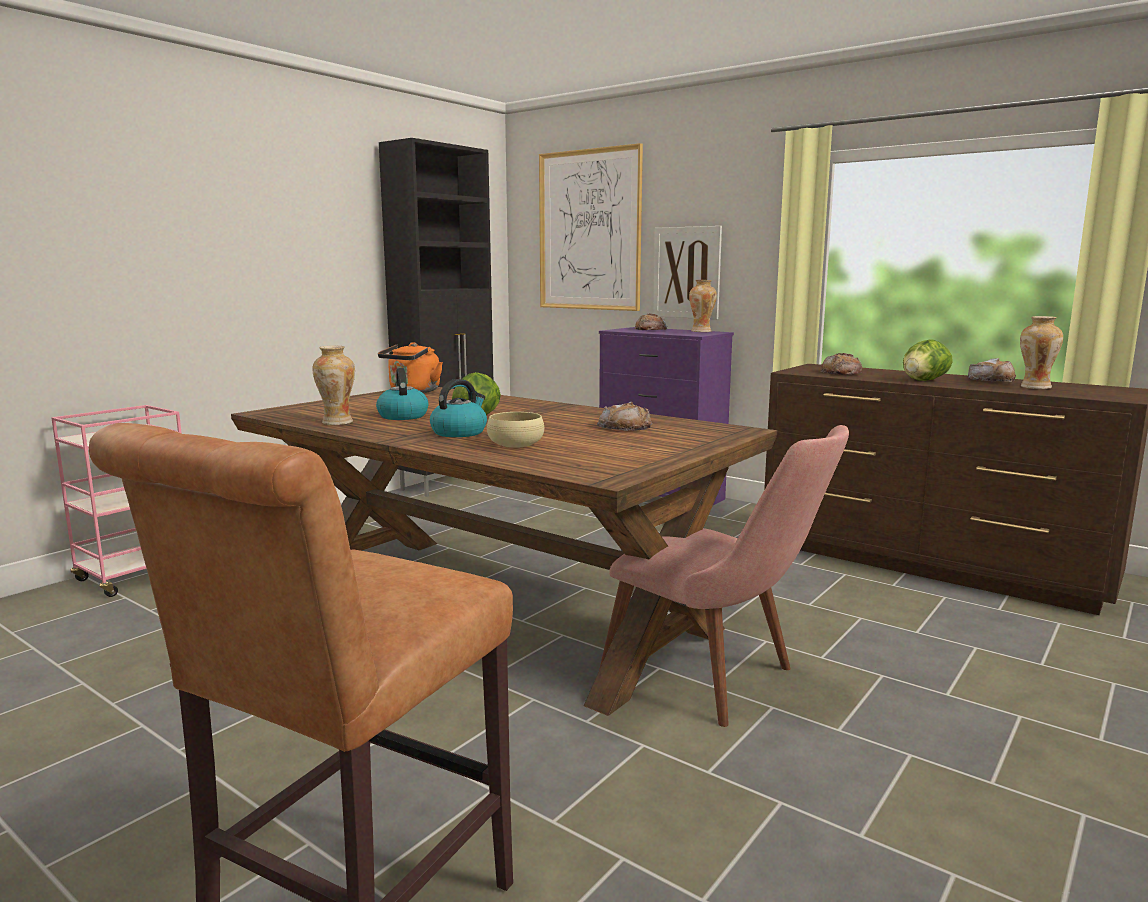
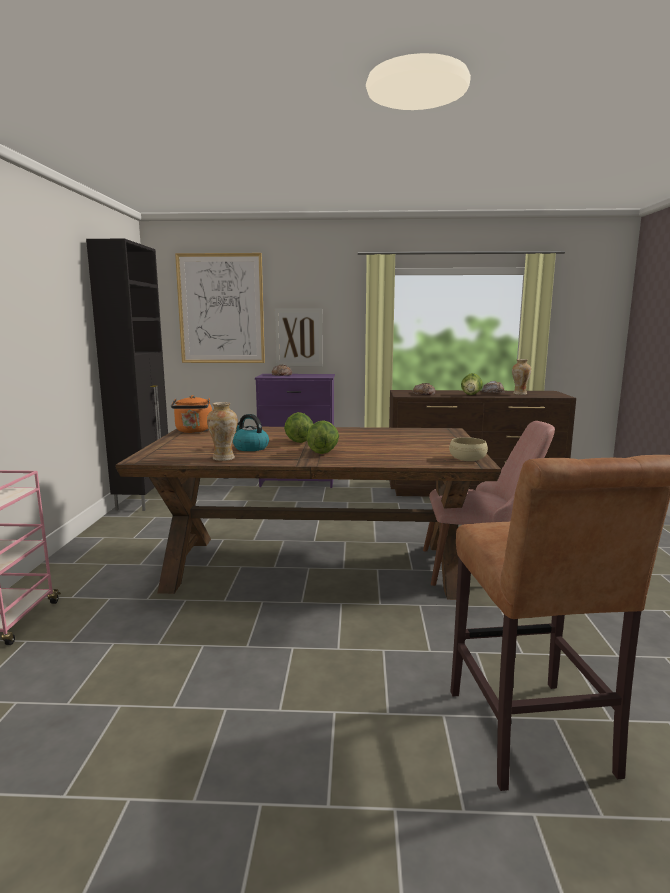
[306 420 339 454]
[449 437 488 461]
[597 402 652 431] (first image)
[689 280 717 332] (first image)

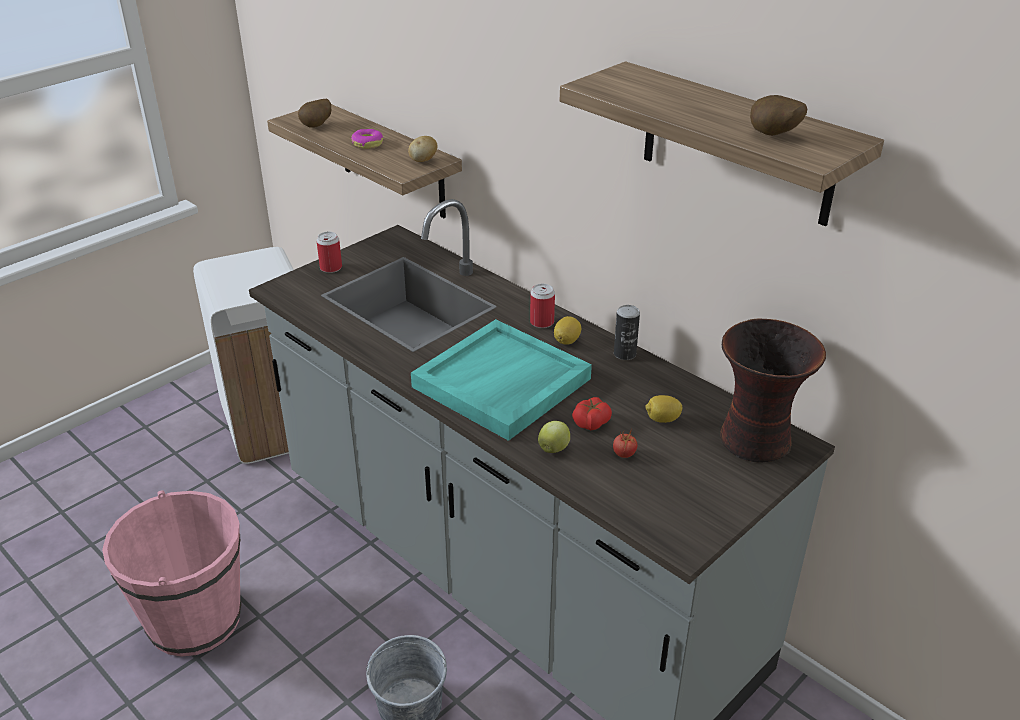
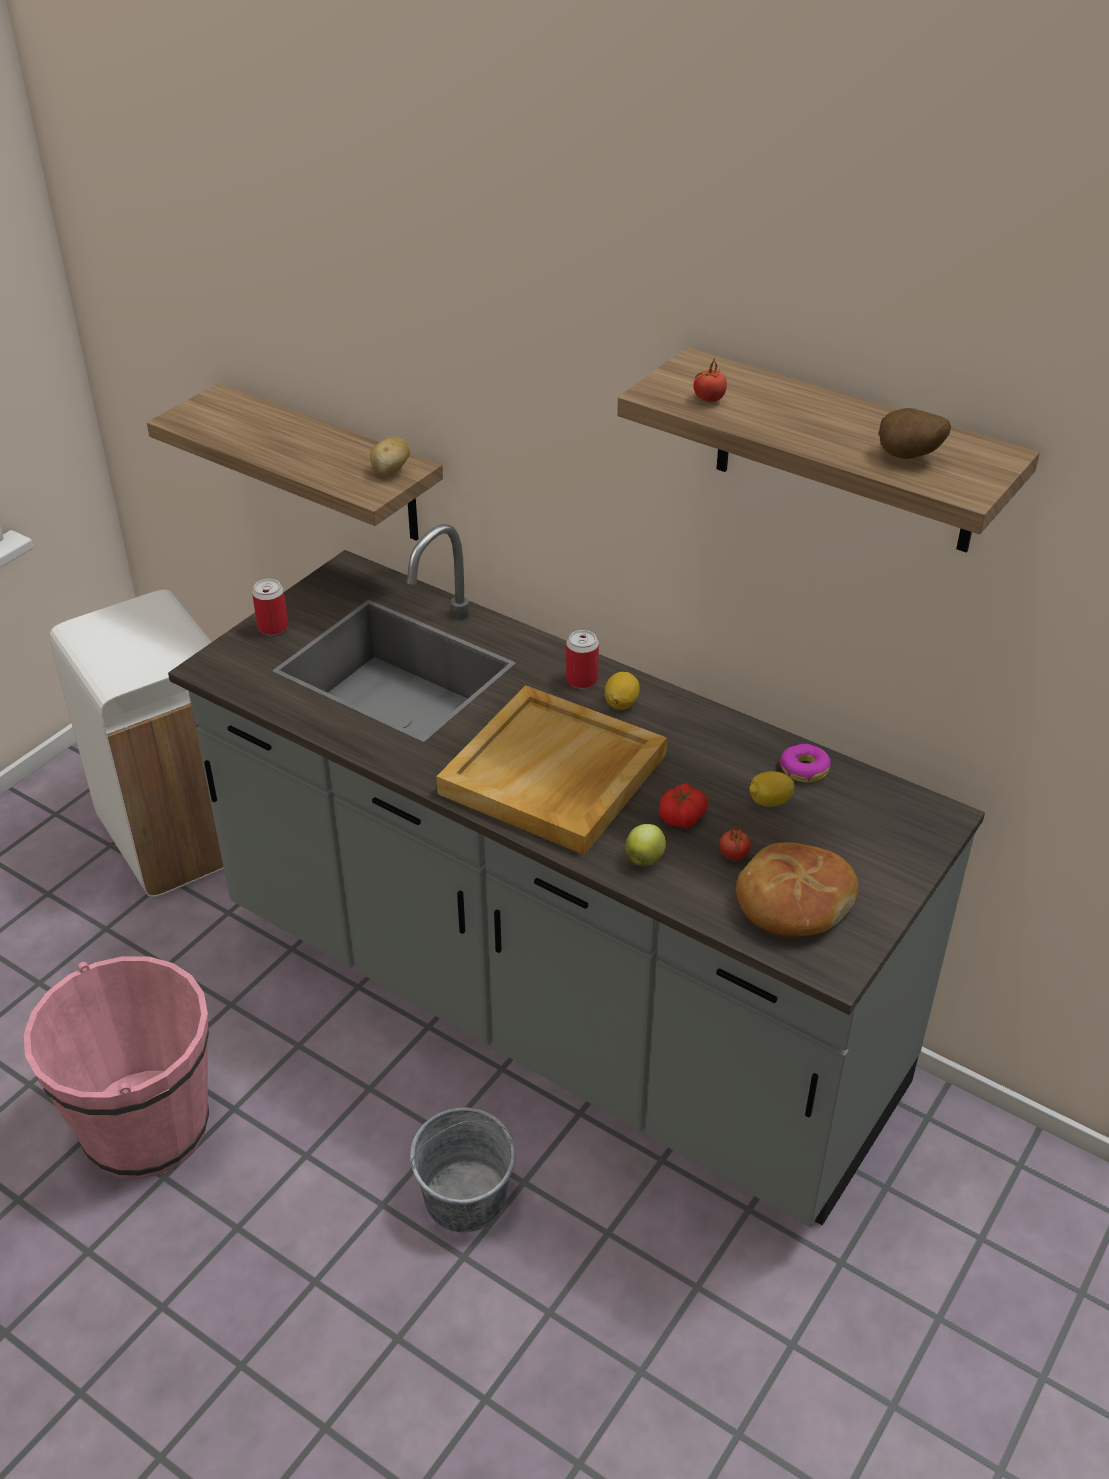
[298 99 331 128] (first image)
[780 744 831 783]
[436 685 667 855]
[614 305 640 360] (first image)
[720 319 826 463] (first image)
[693 358 727 402]
[736 842 858 937]

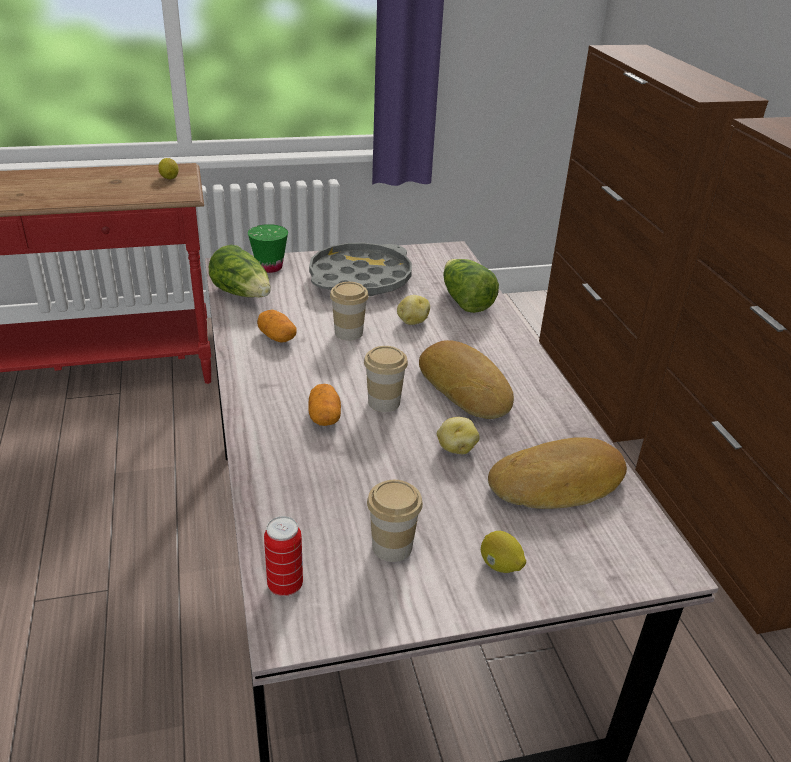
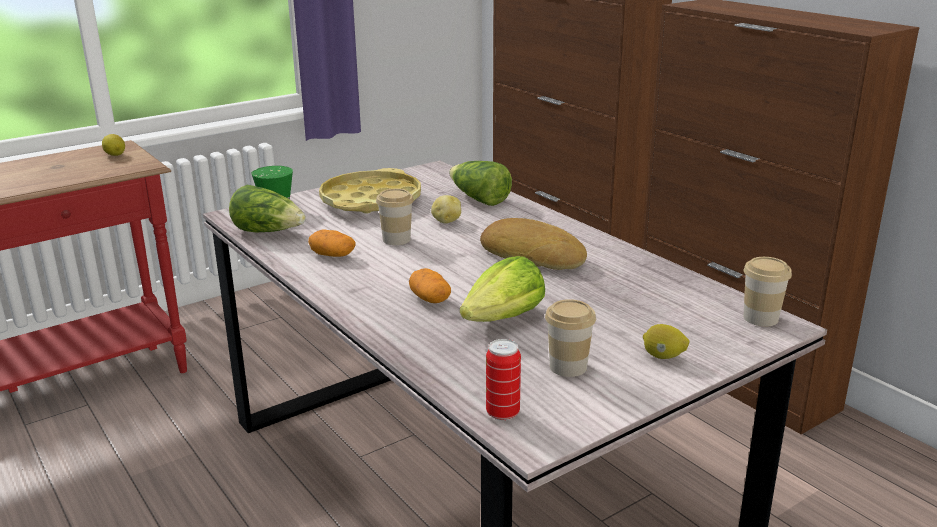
[319 168 421 214]
[743 257 792 326]
[437 417 479 454] (first image)
[488 437 627 509] (first image)
[460 256 545 322]

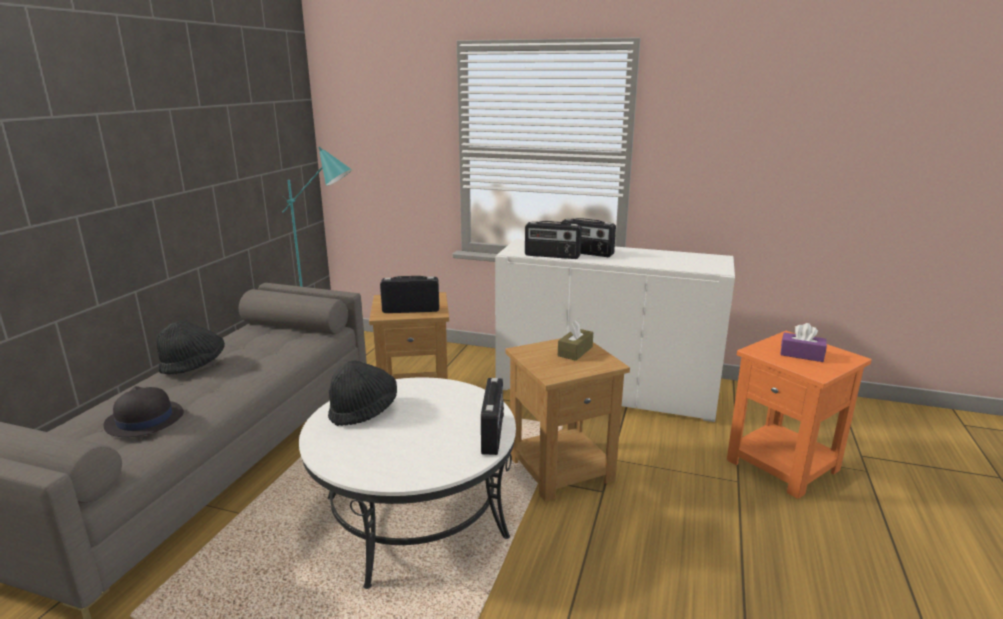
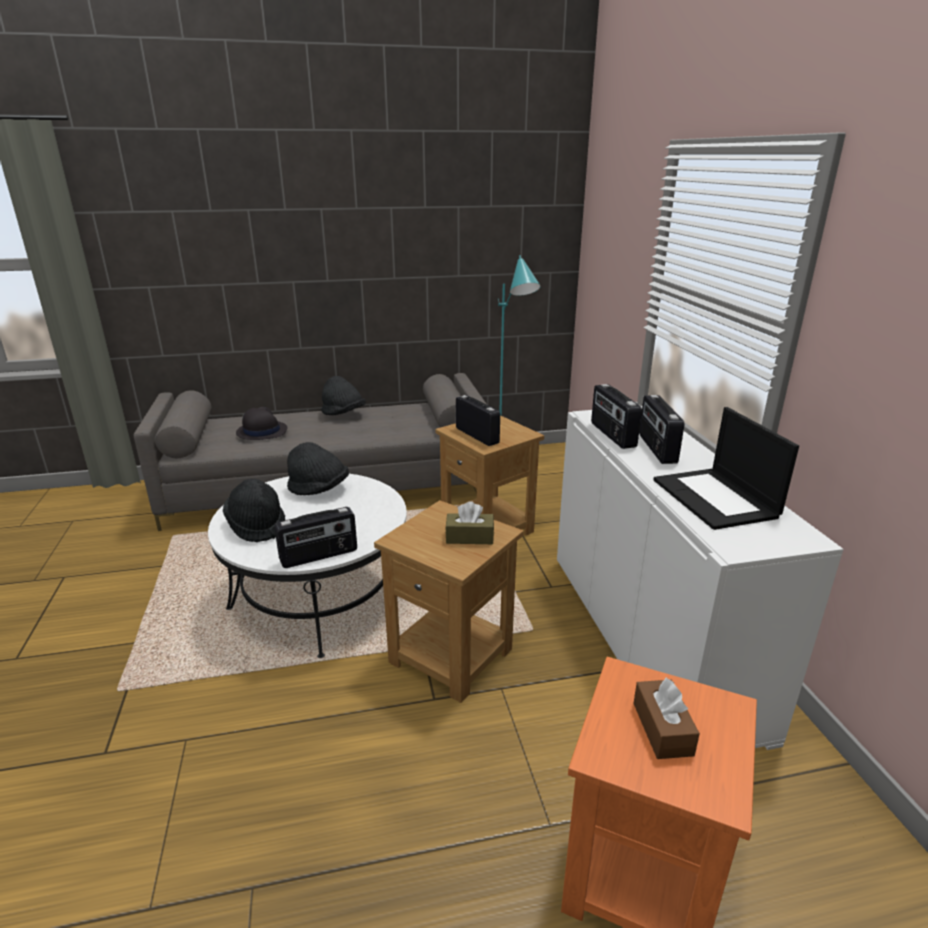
[633 678 700 759]
[223 479 285 542]
[653 407 799 530]

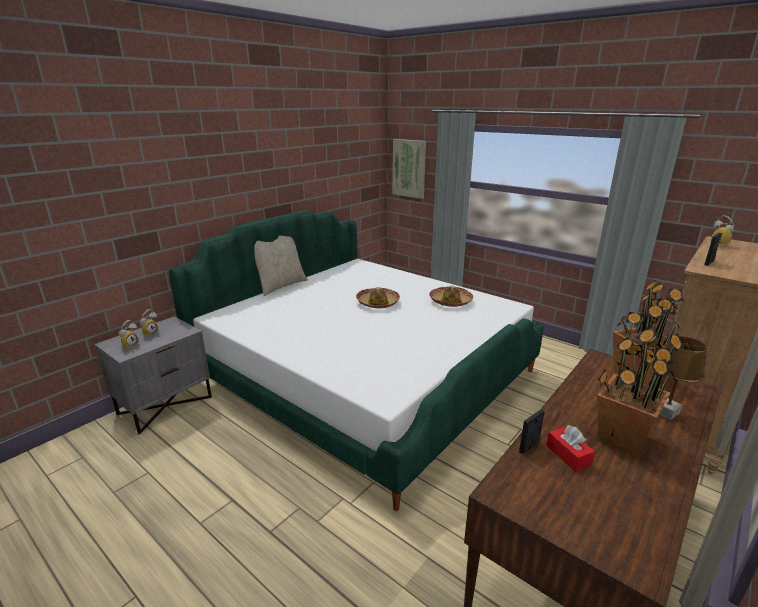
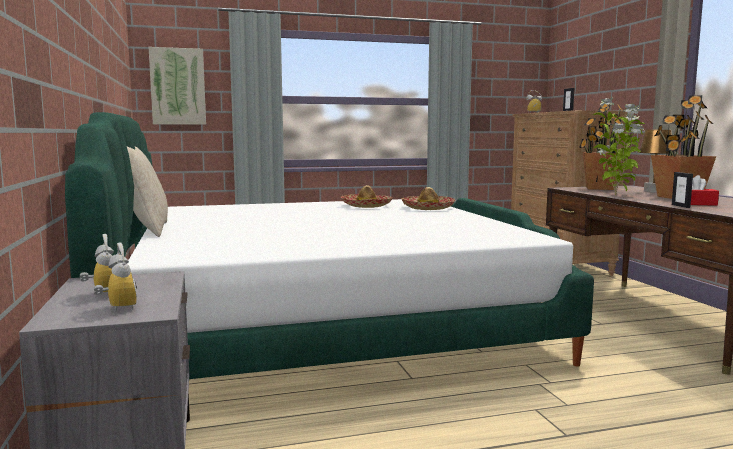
[401 187 455 210]
[593 97 645 195]

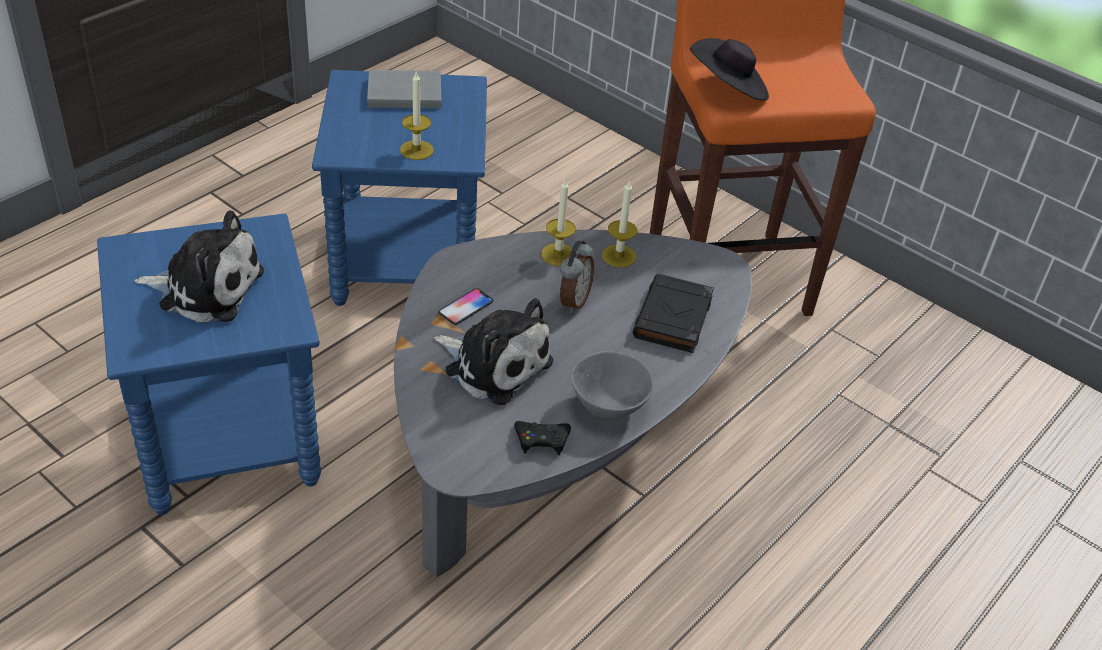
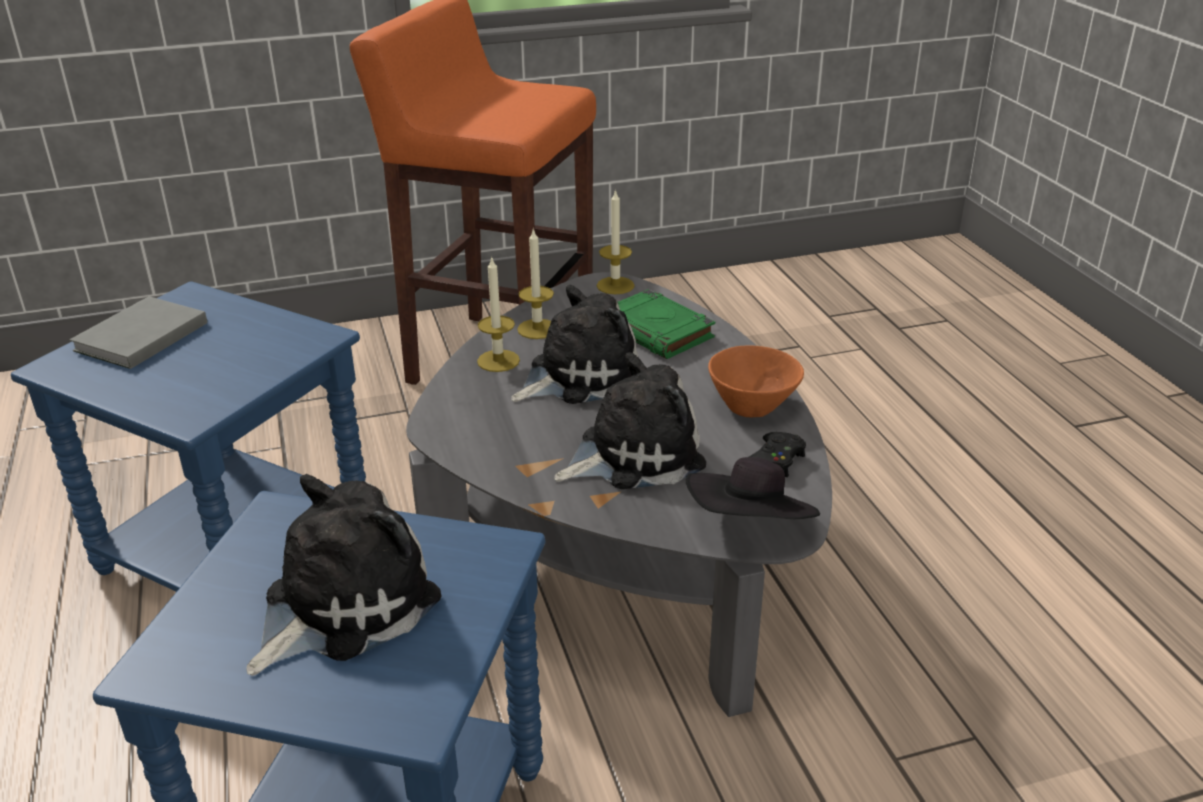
[597 189 635 294]
[438 288 493 325] (first image)
[511 285 638 404]
[708 345 804 417]
[618 289 715 359]
[686 457 820 519]

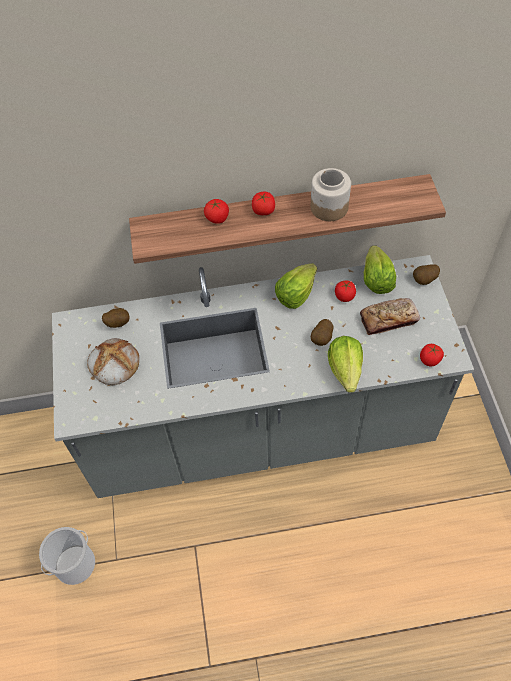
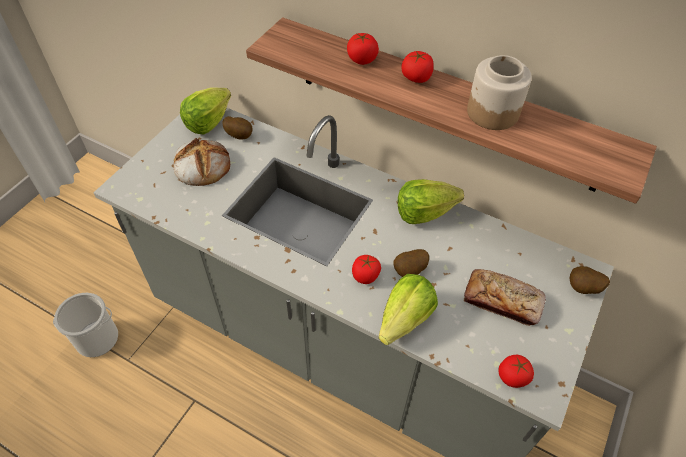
[352 255 381 284]
[180 88 231 135]

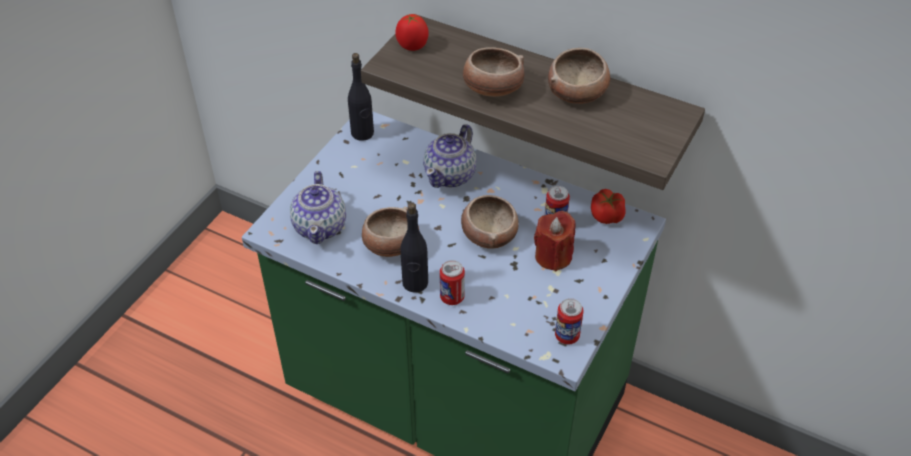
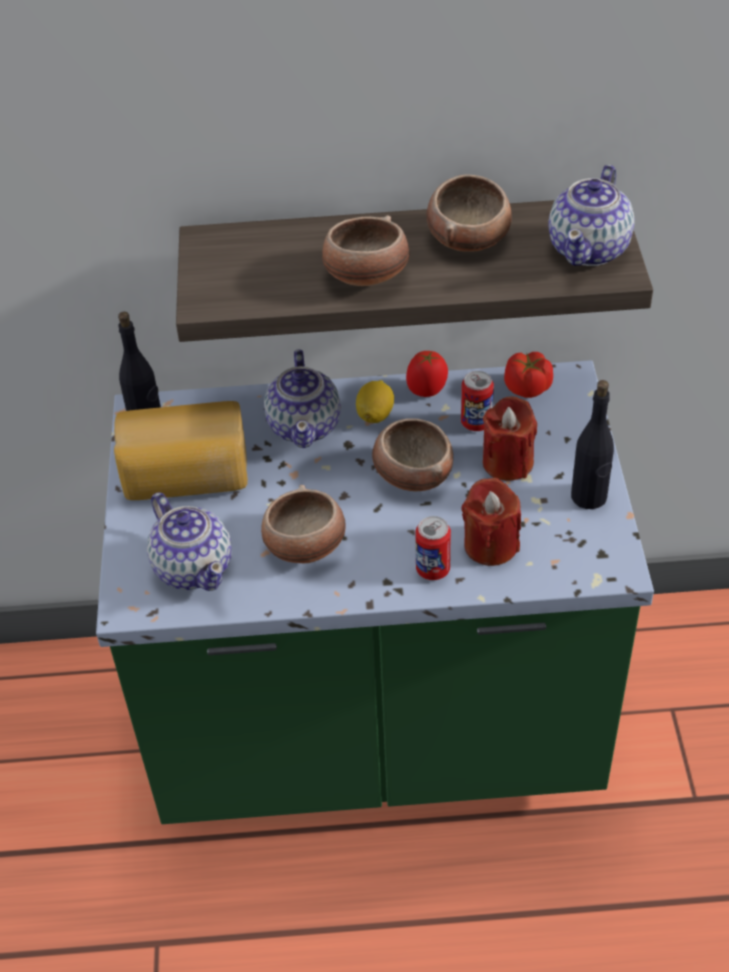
[406 351 448 397]
[571 380 614 509]
[555 298 583 344] (first image)
[114 401 248 500]
[356 380 394 423]
[461 478 521 566]
[548 165 635 266]

